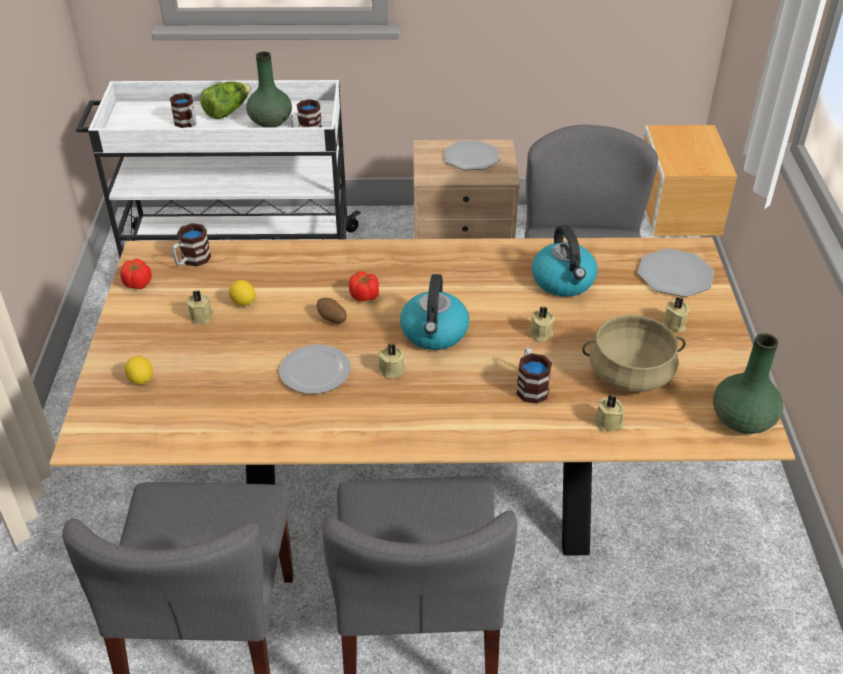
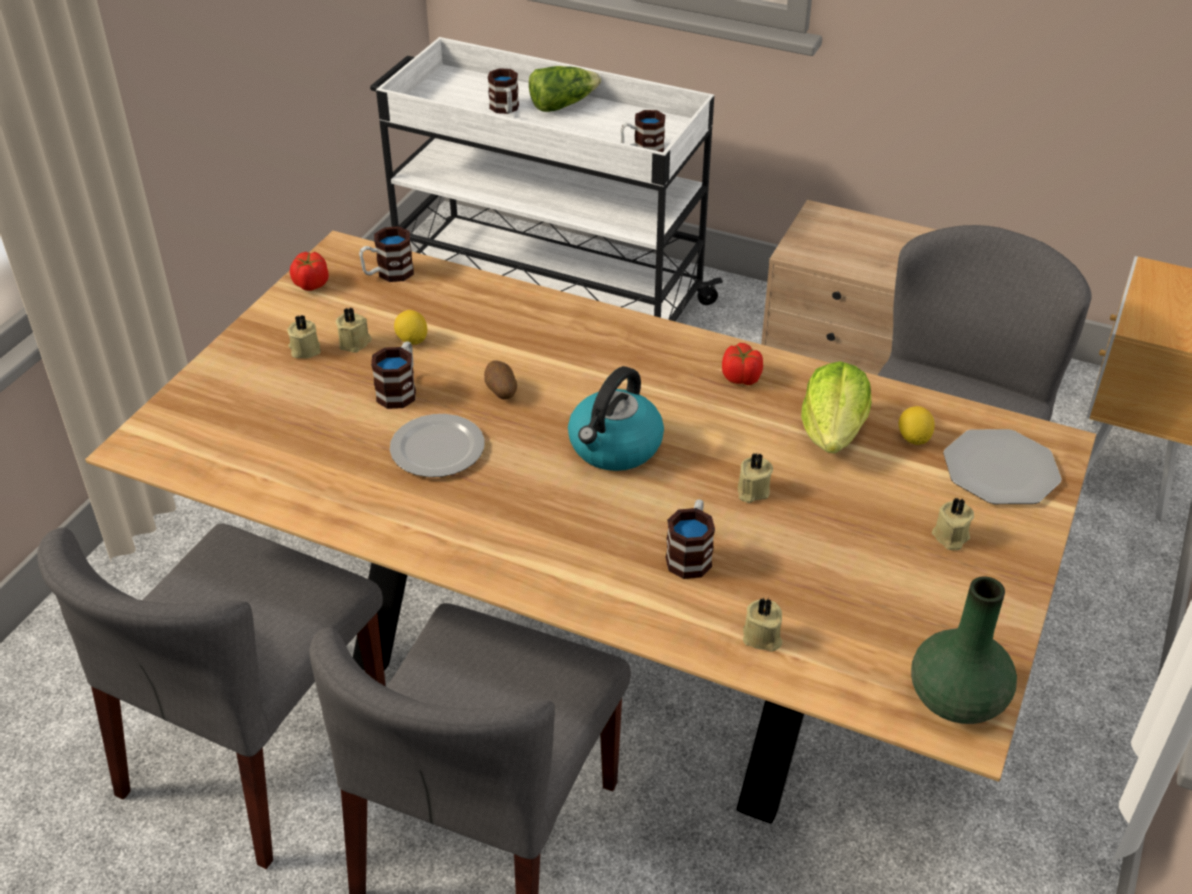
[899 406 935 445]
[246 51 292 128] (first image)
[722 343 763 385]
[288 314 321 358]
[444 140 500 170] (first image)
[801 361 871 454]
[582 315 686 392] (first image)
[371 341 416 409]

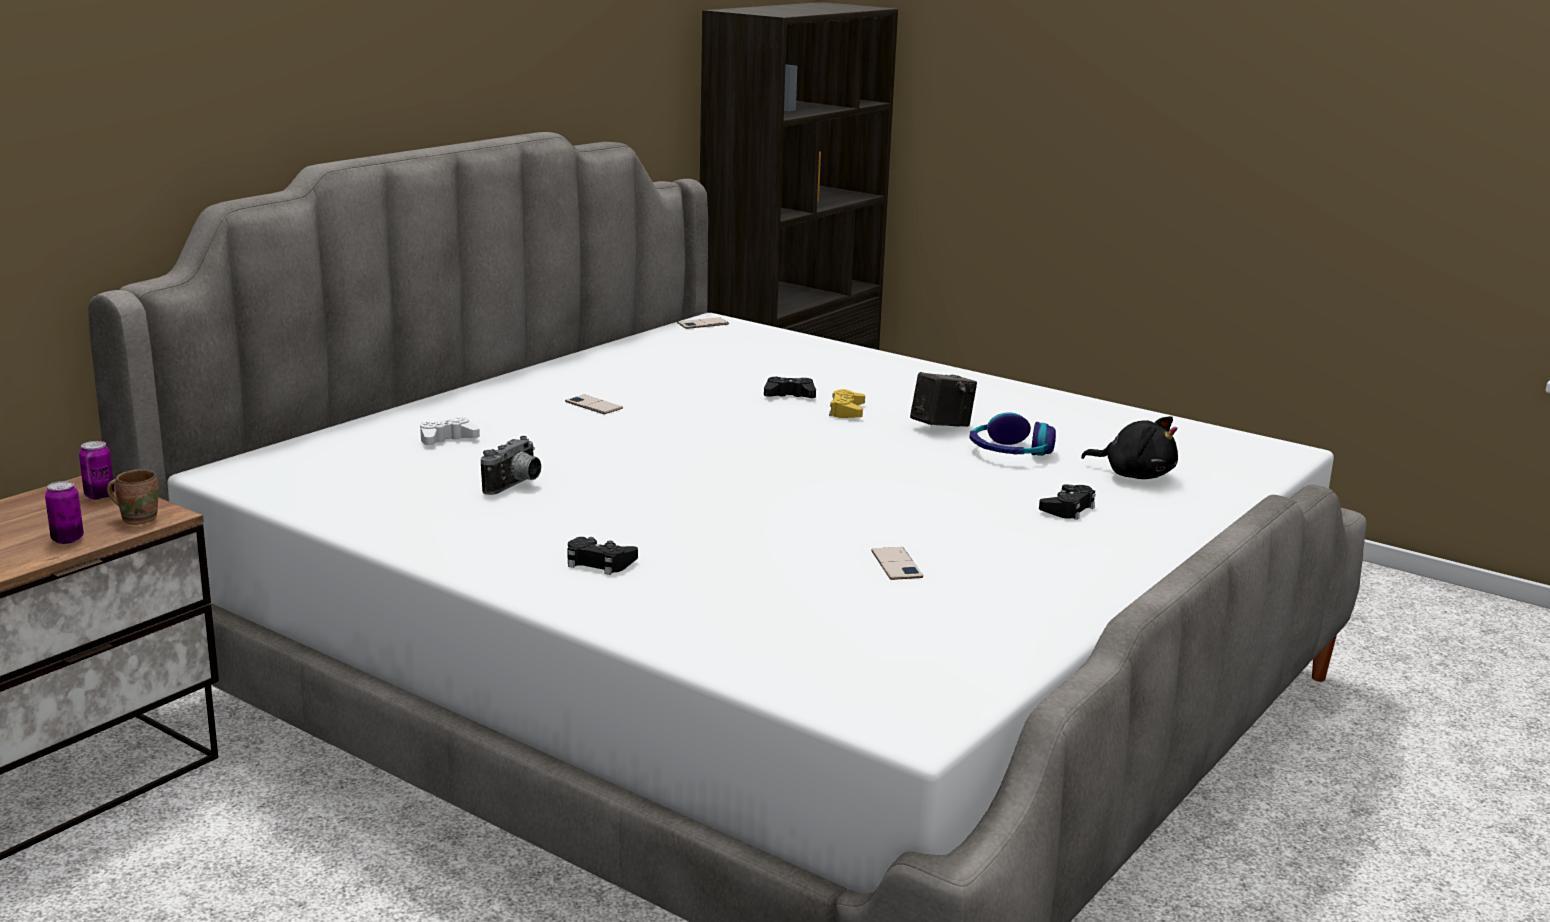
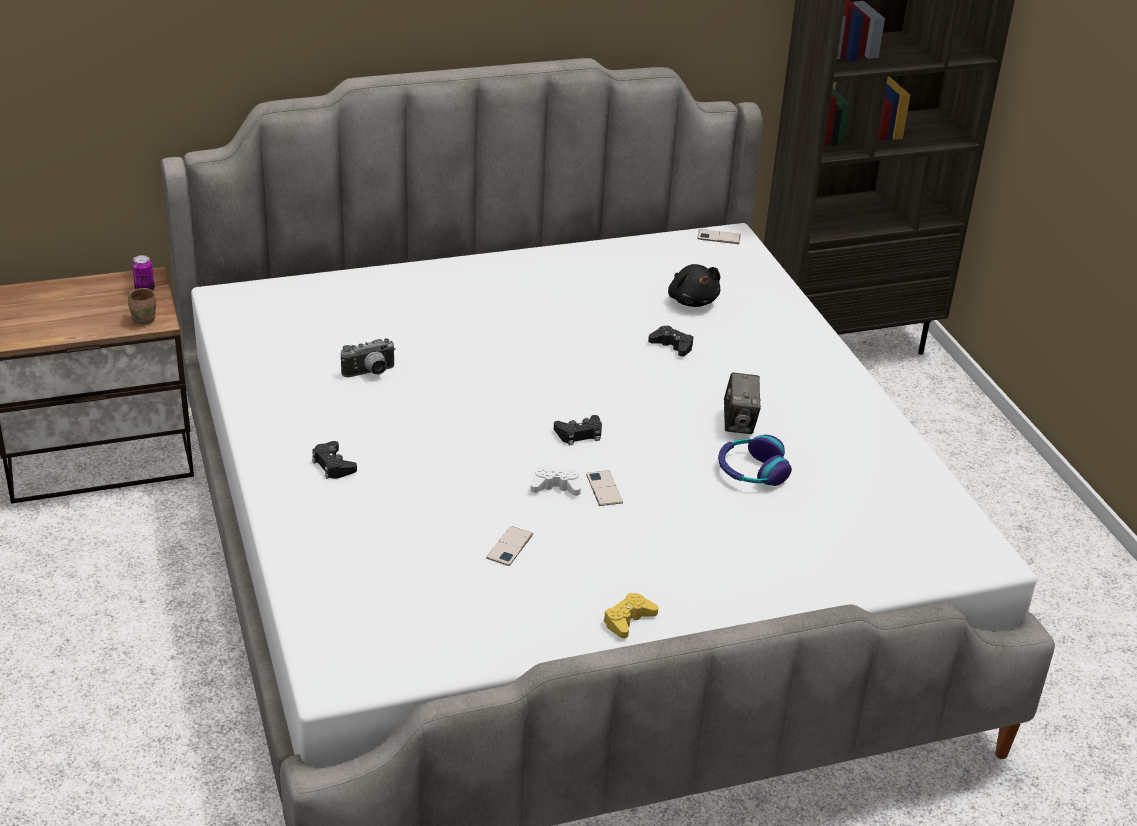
[45 481 84 544] (first image)
[530 466 581 496]
[586 470 623 506]
[604 593 658 638]
[724 373 761 434]
[554 415 602 446]
[668 264 720 307]

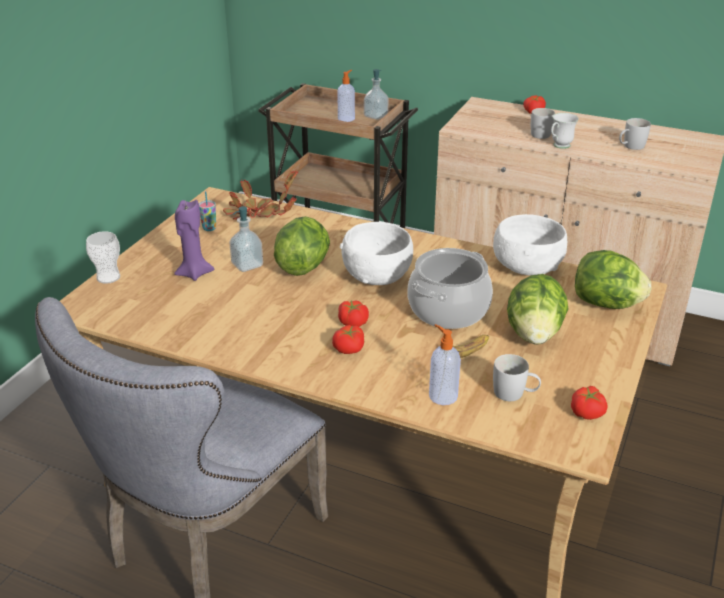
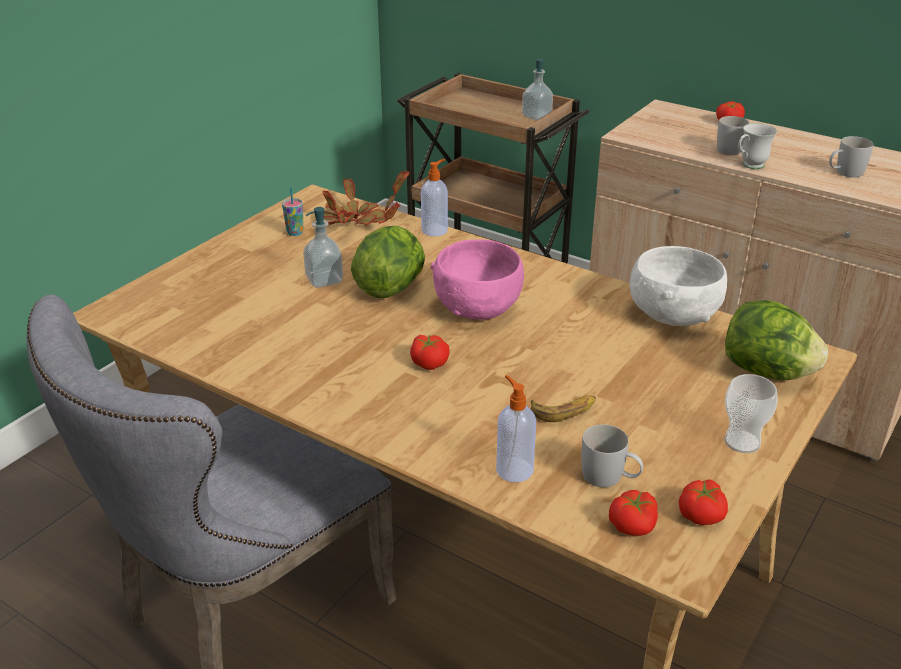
[724 374 778 453]
[174 200 214 281] (first image)
[609 490 658 536]
[421 159 448 236]
[431 239 524 320]
[408 248 493 329] (first image)
[507 274 569 345] (first image)

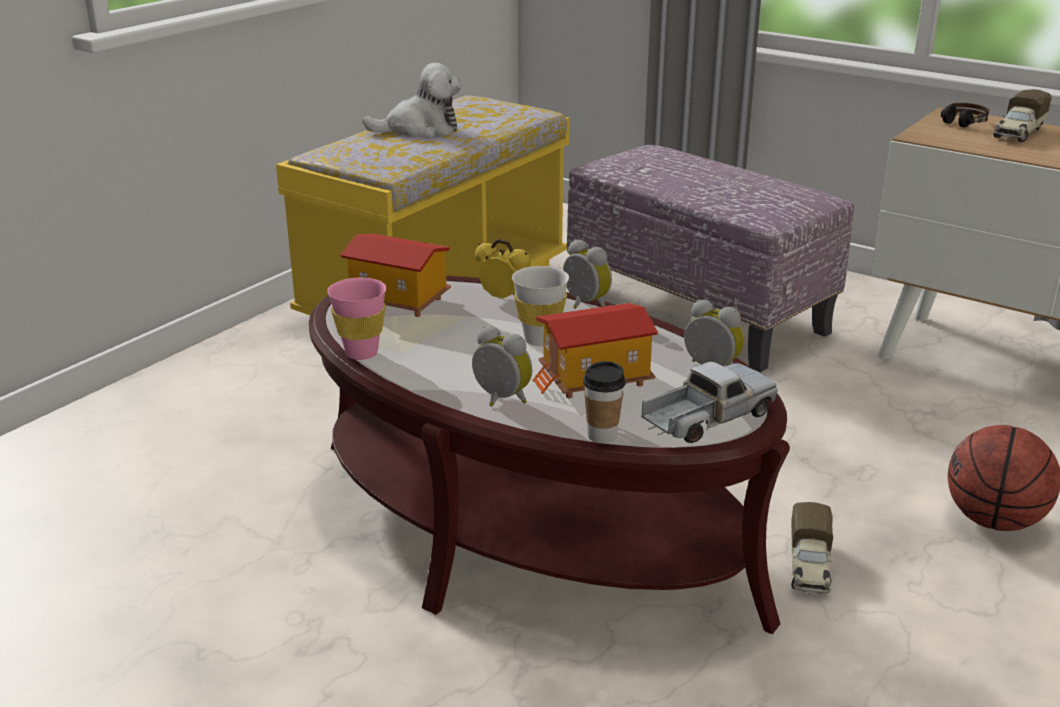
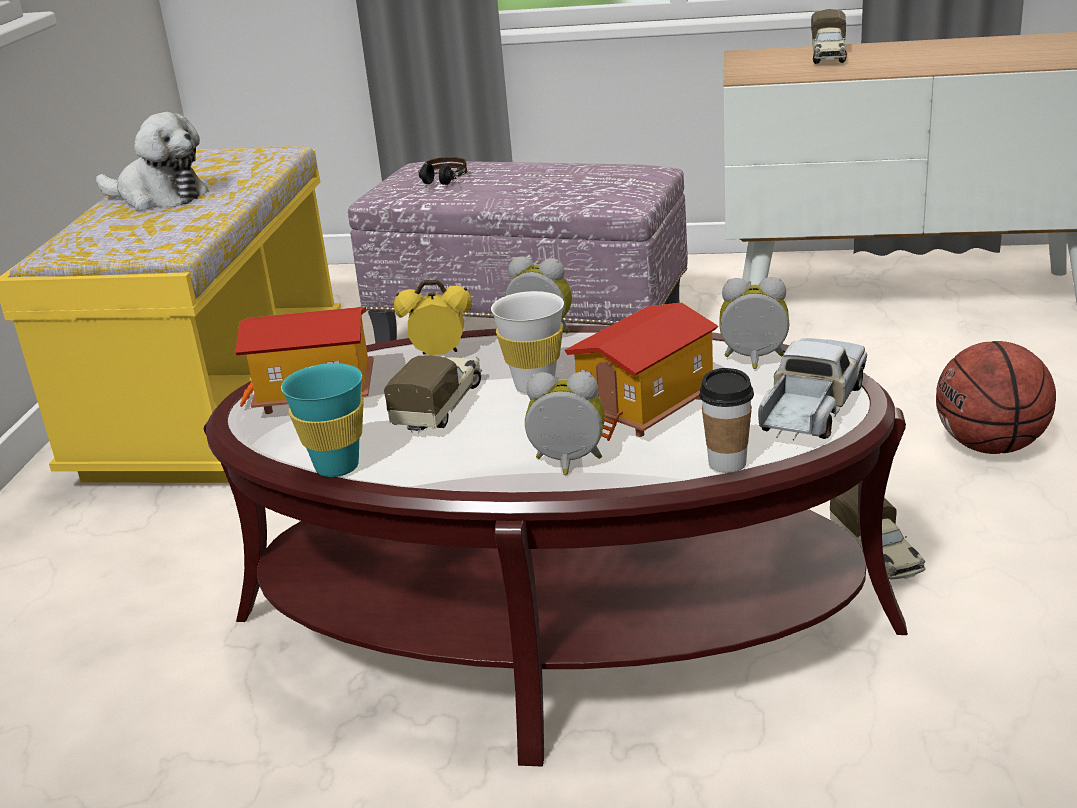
[281 363 364 477]
[96 112 209 210]
[418 157 467 185]
[384 355 482 434]

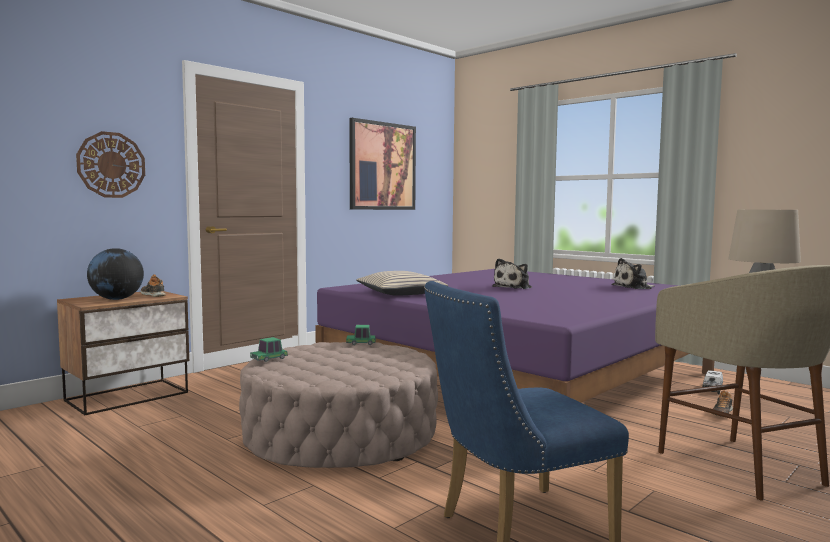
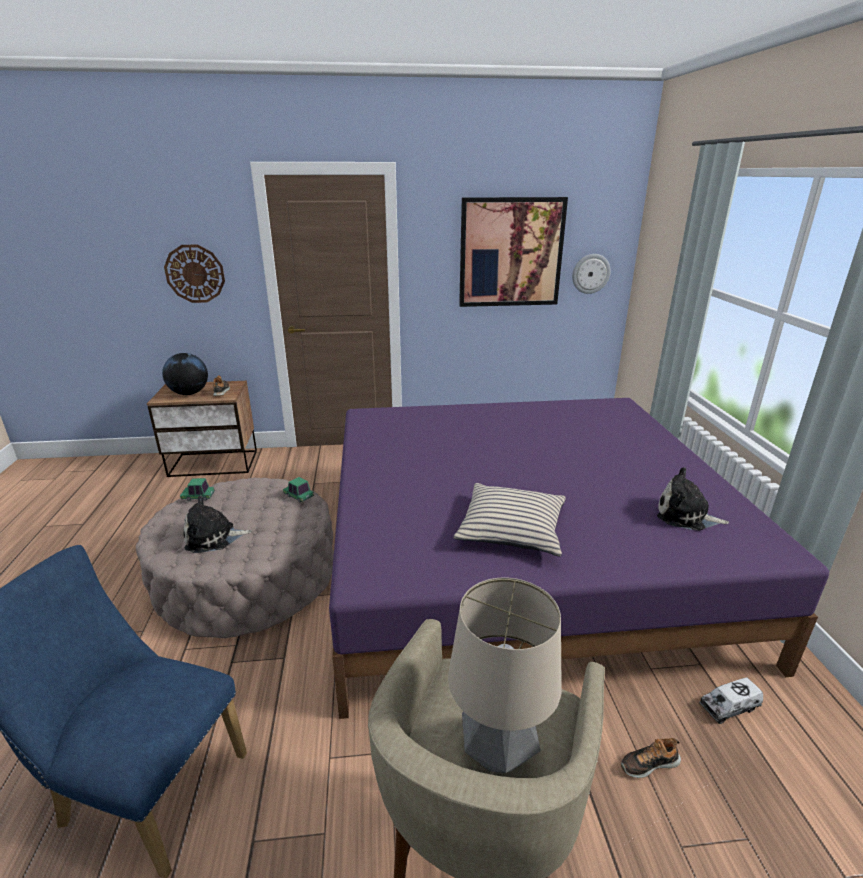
[453 483 566 557]
[184 495 252 553]
[572 254 611 294]

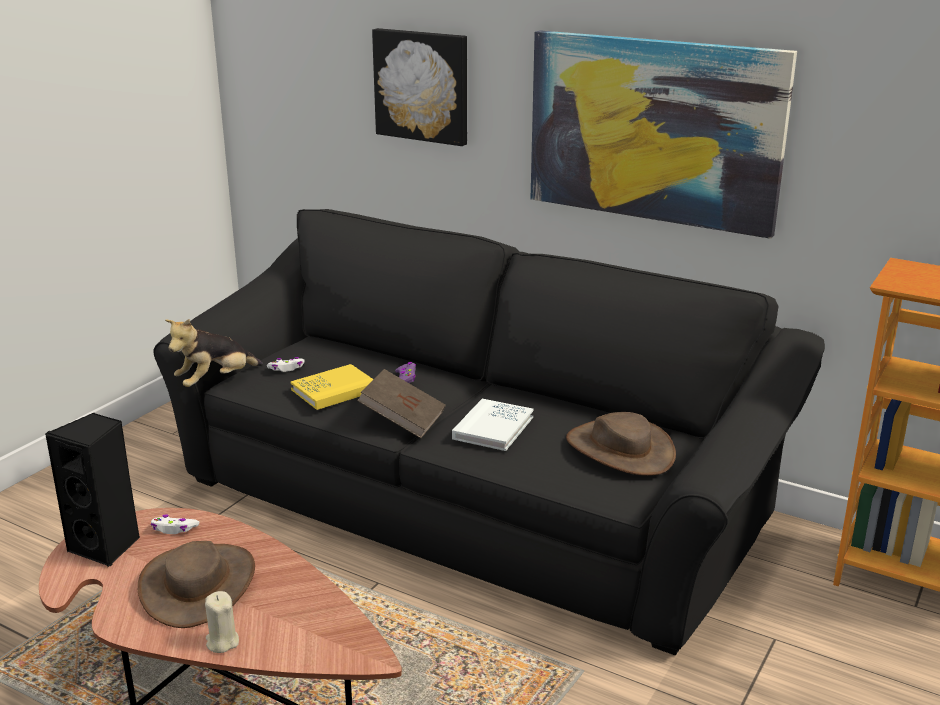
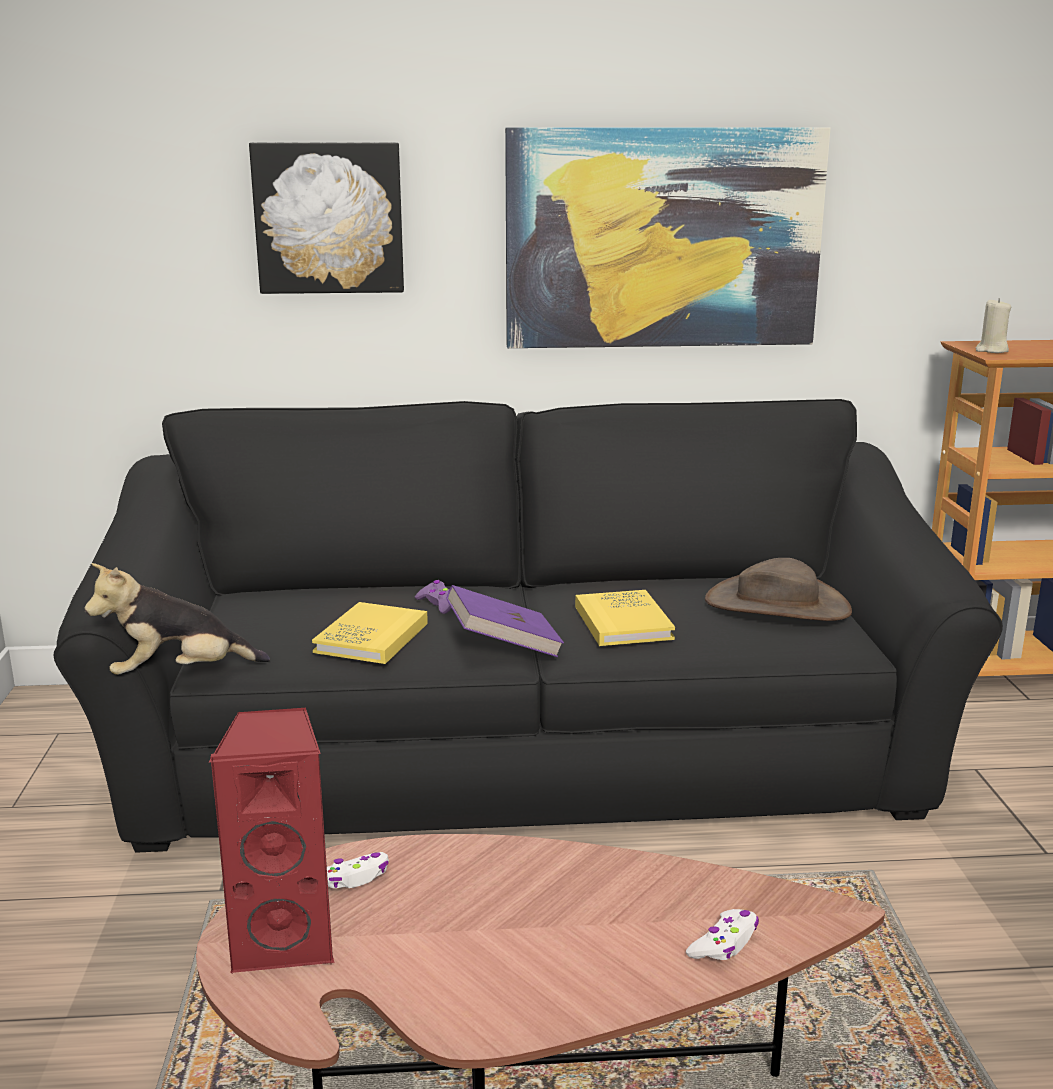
[208 708 335 973]
[138 541 255 628] (first image)
[85 563 270 675]
[976 298 1011 353]
[686 909 759 960]
[446 585 564 657]
[575 590 675 646]

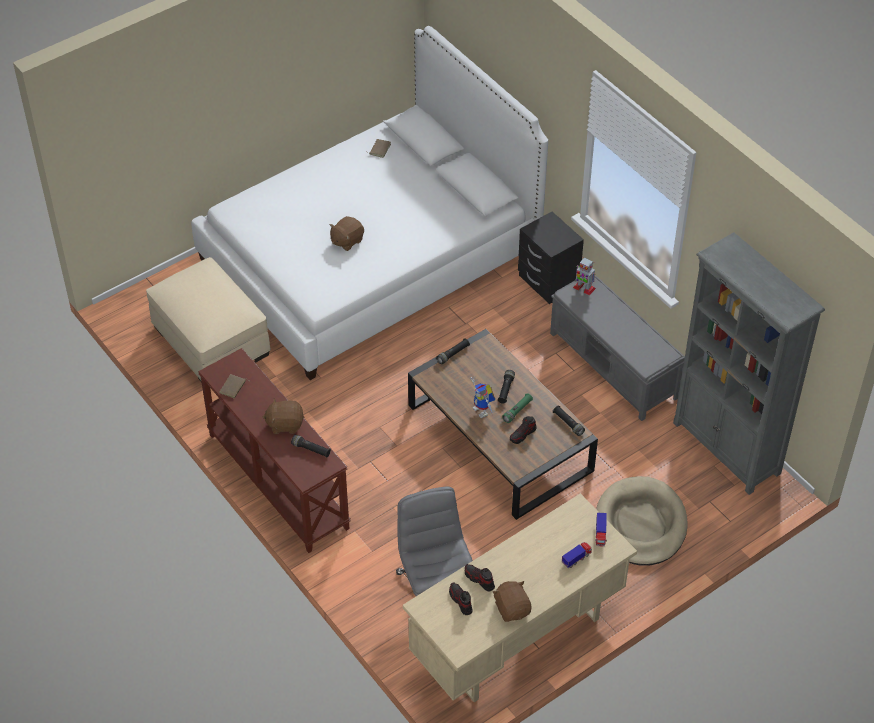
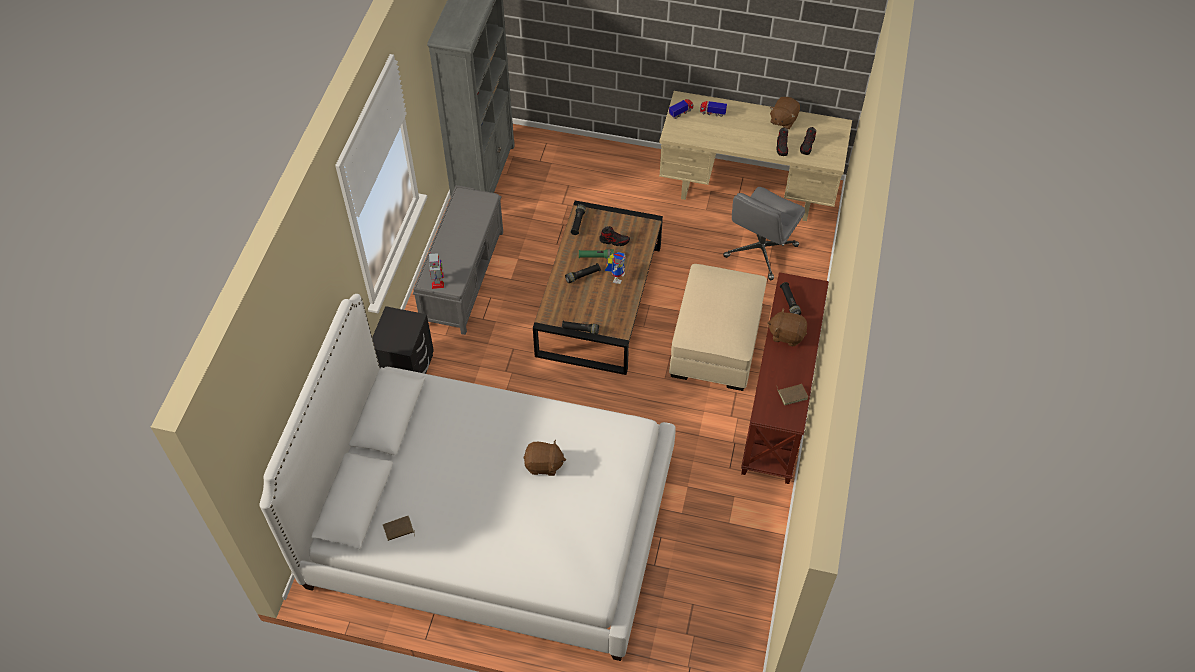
[669 264 767 391]
[767 308 807 347]
[597 476 688 565] (first image)

